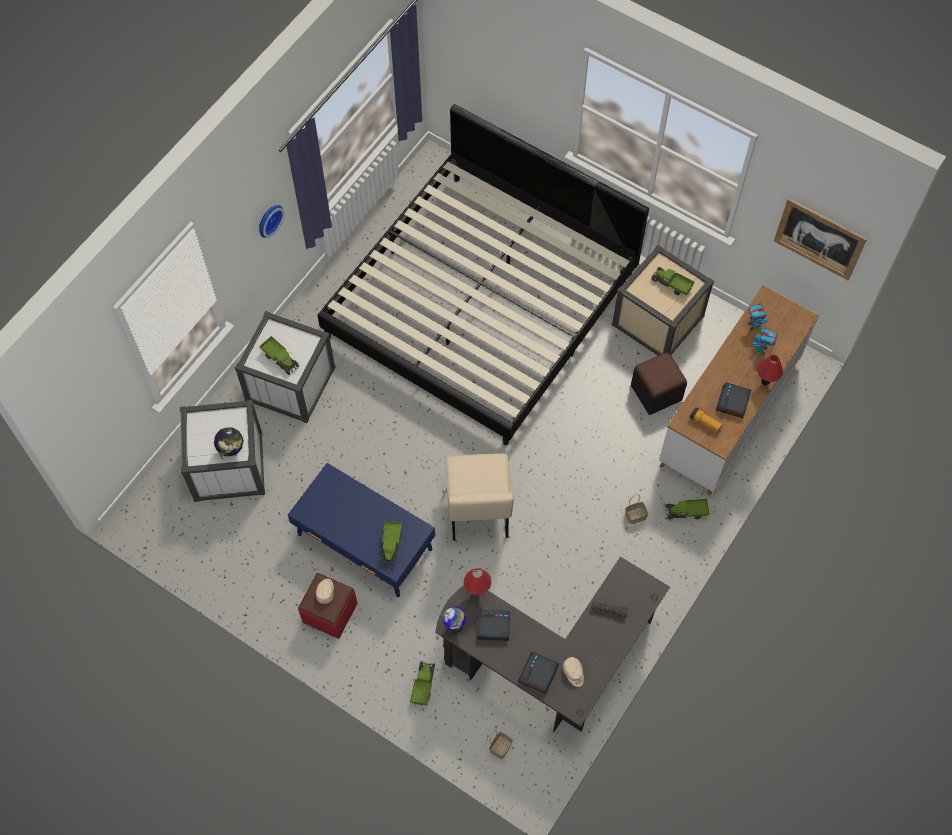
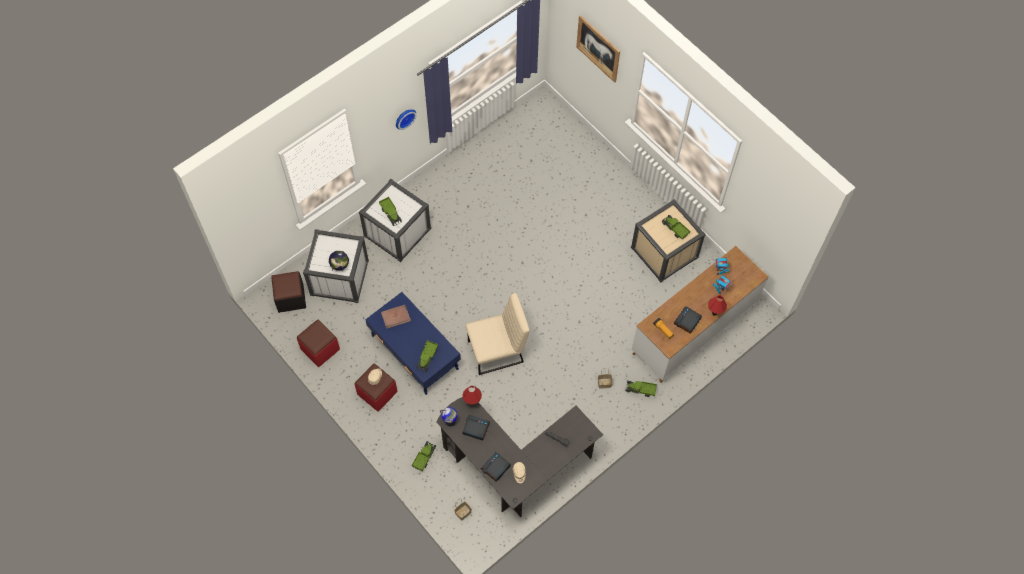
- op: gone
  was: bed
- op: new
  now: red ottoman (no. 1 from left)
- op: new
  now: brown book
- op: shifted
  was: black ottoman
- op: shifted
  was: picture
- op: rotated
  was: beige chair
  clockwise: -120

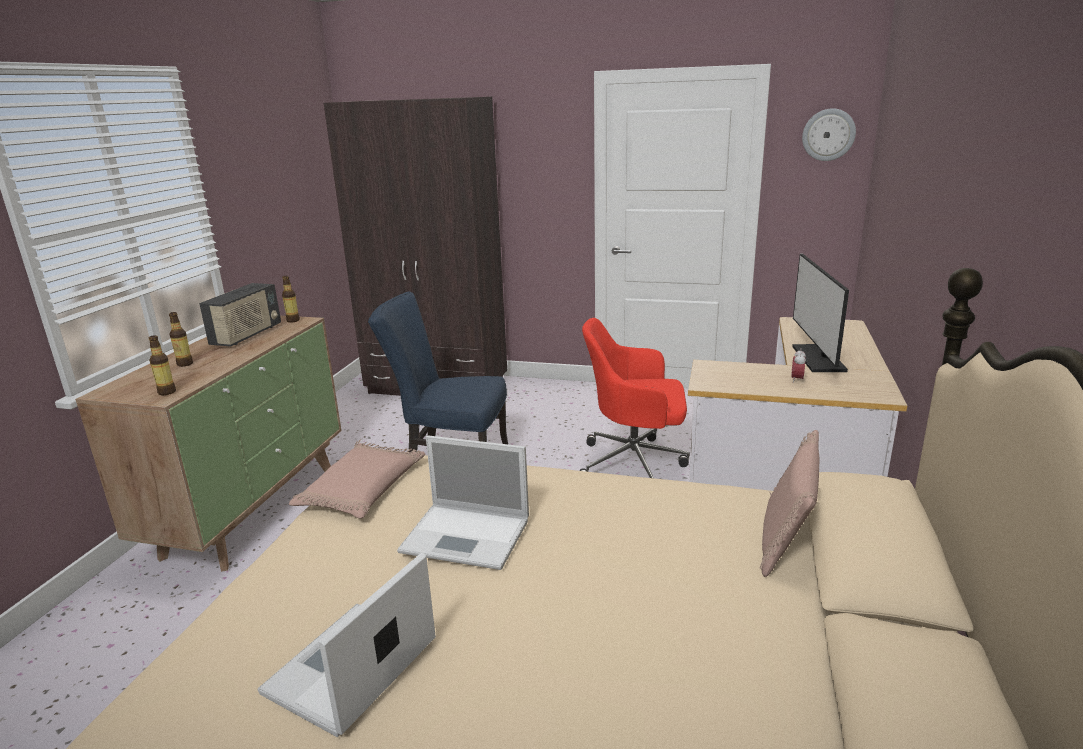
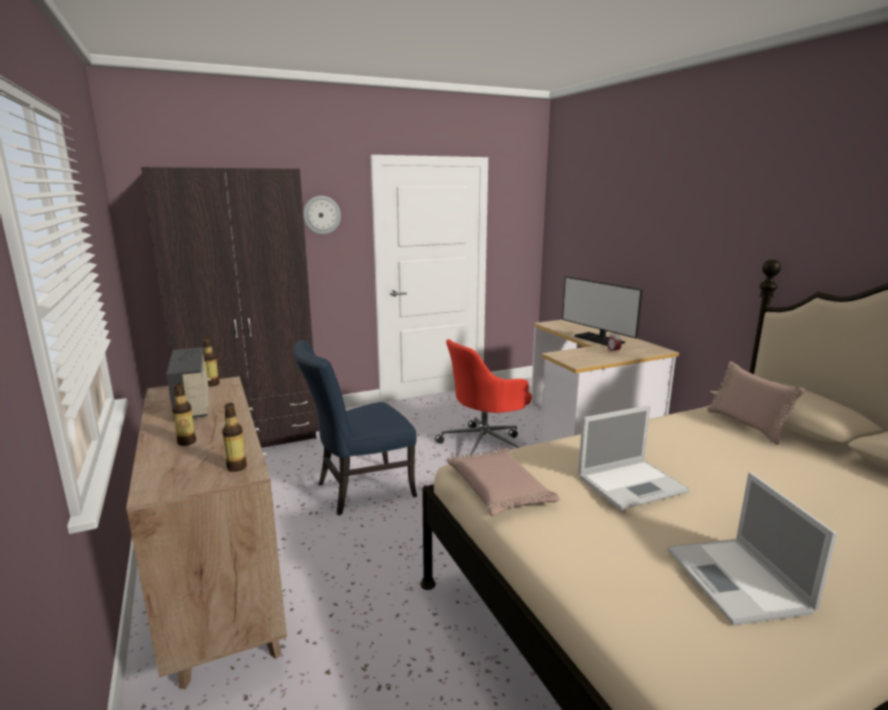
- op: shifted
  was: wall clock

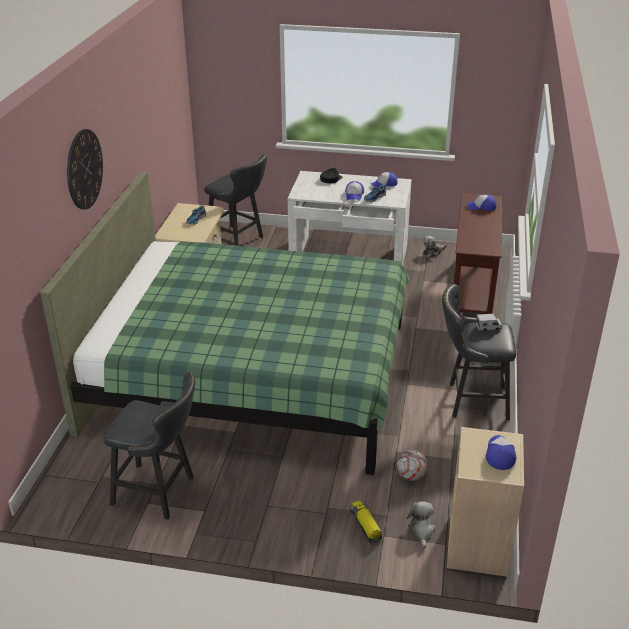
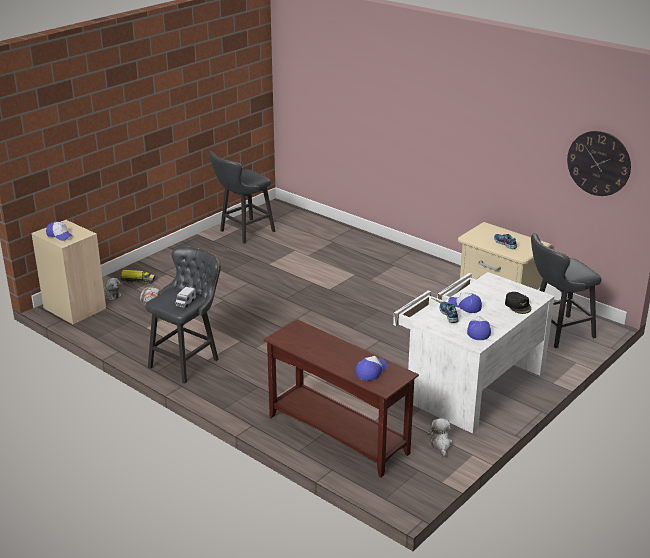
- op: gone
  was: green bed
- op: shifted
  was: wall clock

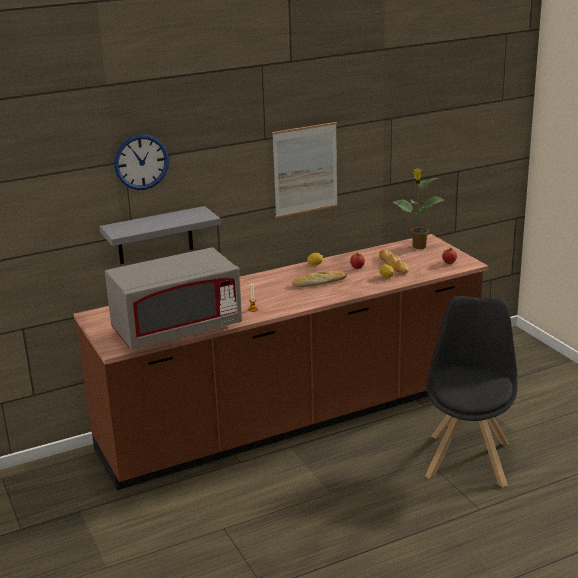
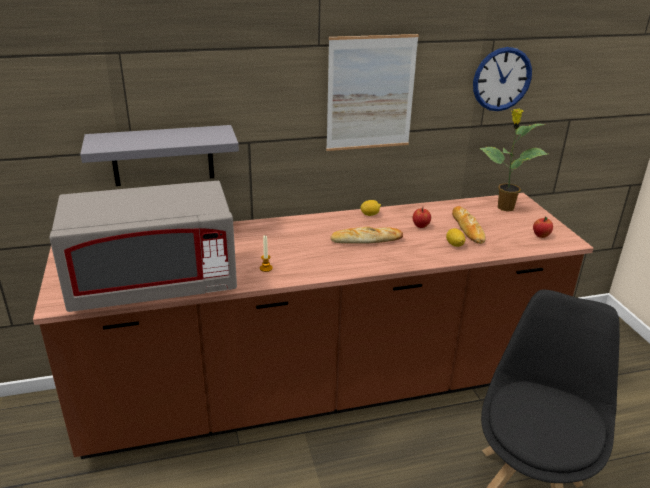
- op: shifted
  was: wall clock

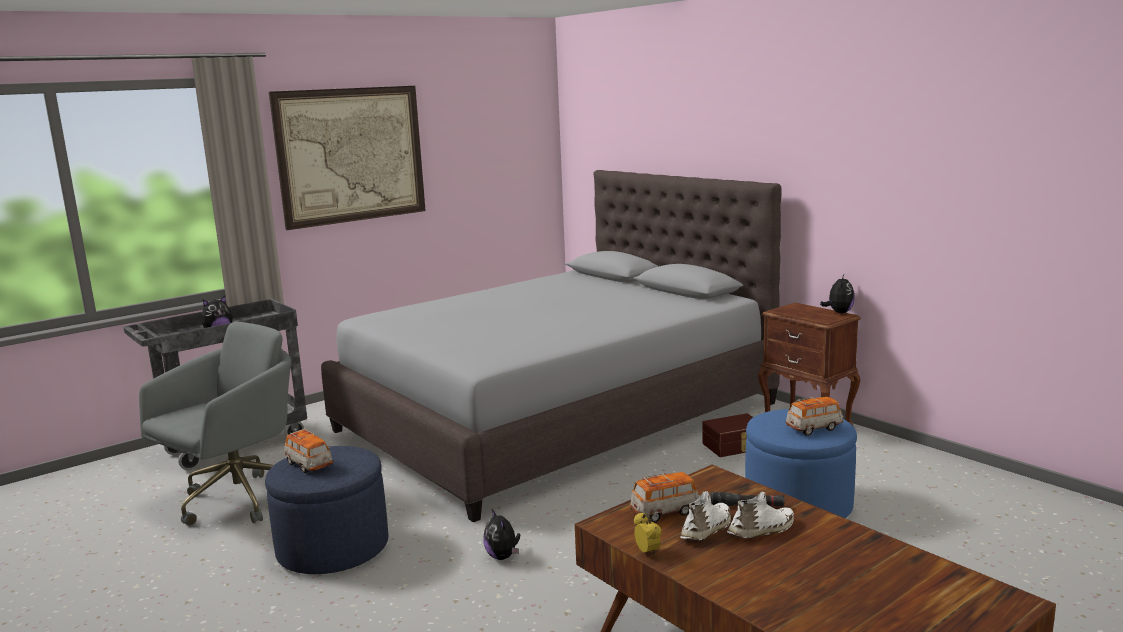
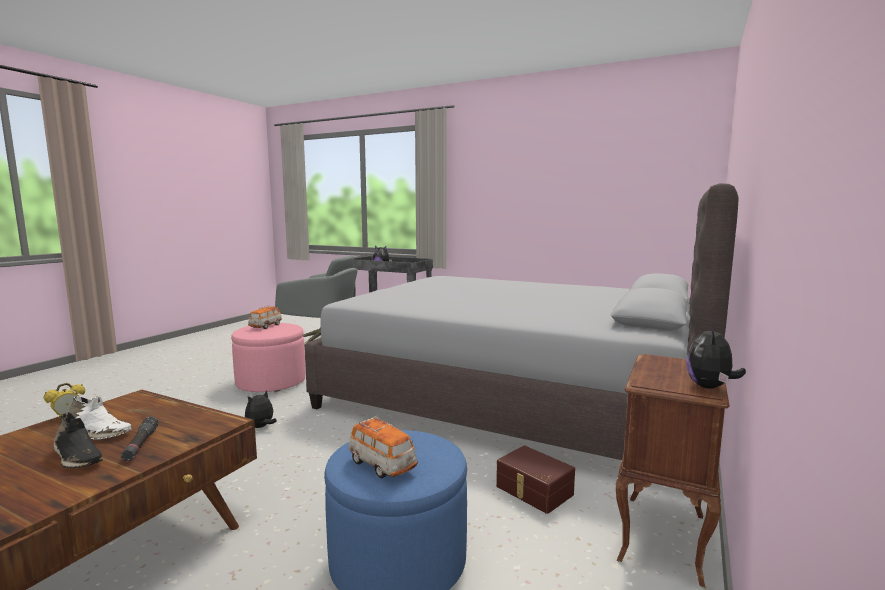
- op: gone
  was: picture
- op: gone
  was: toy car (no. 2 from left)
- op: repainted
  was: blue ottoman (no. 1 from left)
  now: pink ottoman
- op: repainted
  was: white shoe (no. 2 from left)
  now: black shoe
- op: rotated
  was: plush toy (no. 3 from left)
  clockwise: 120

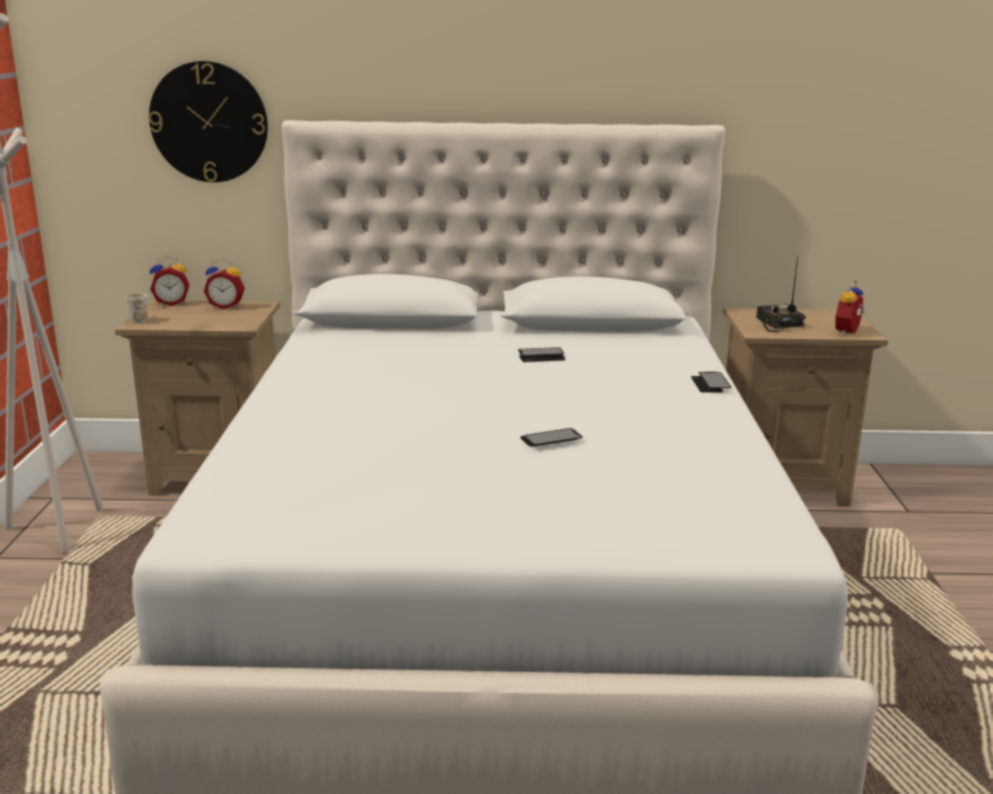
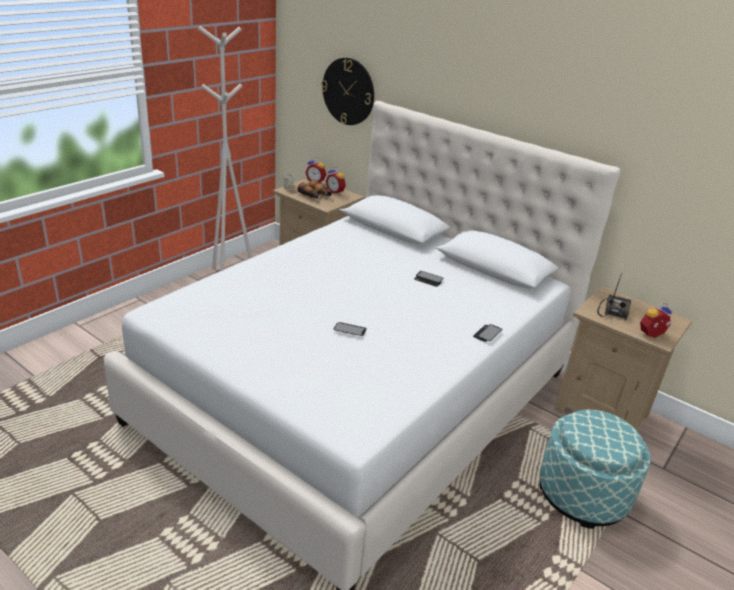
- op: new
  now: binoculars
- op: new
  now: ottoman

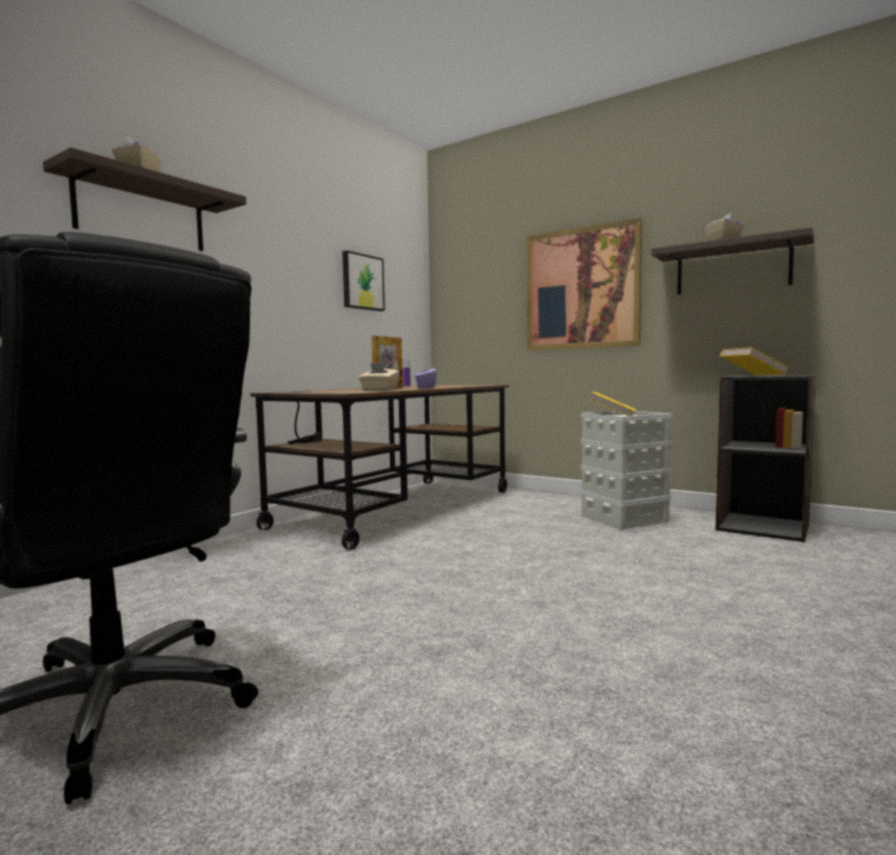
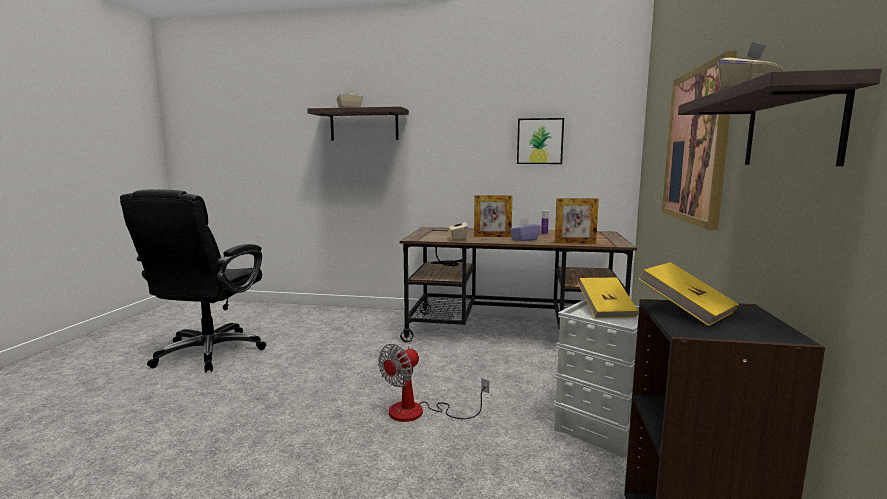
- op: new
  now: fan
- op: new
  now: picture frame (no. 2 from left)

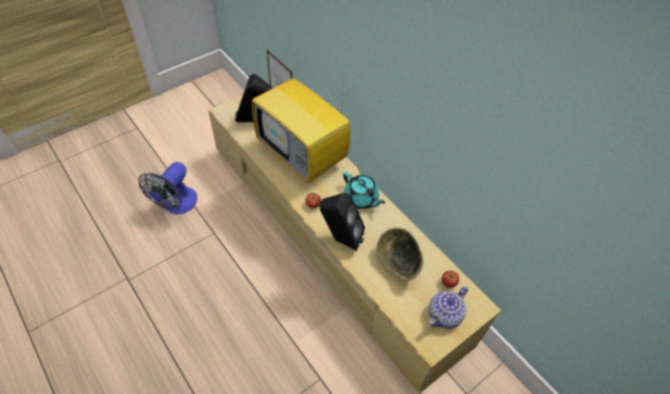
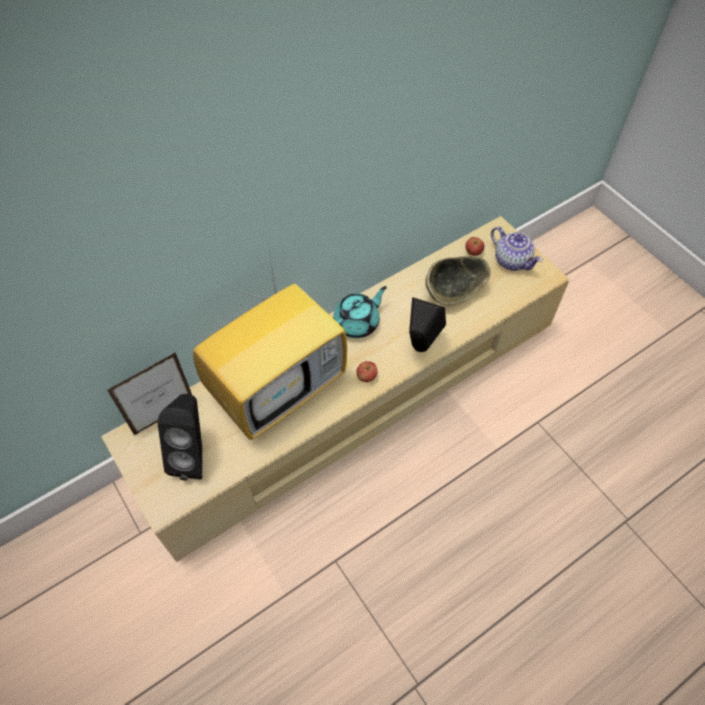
- op: gone
  was: fan

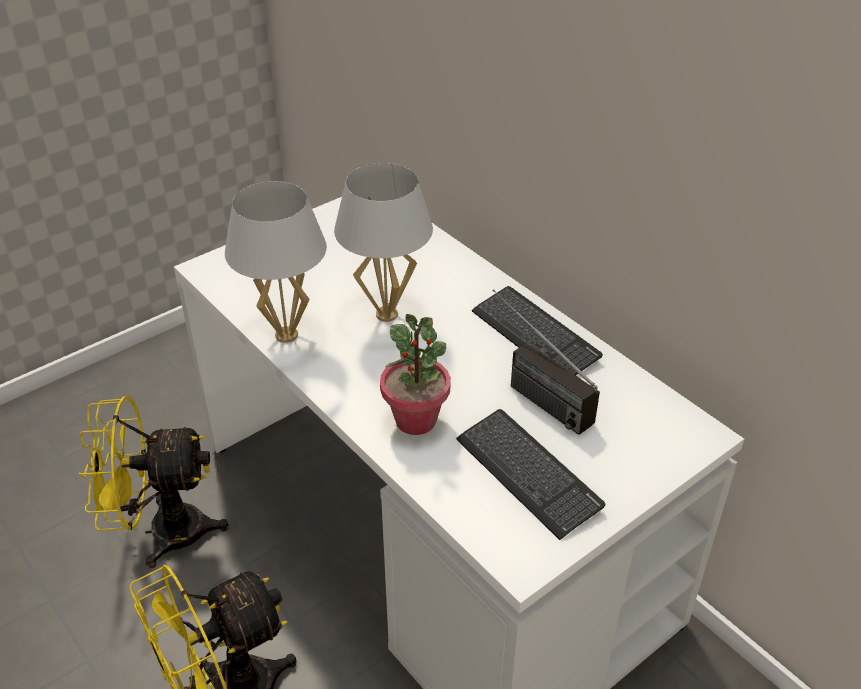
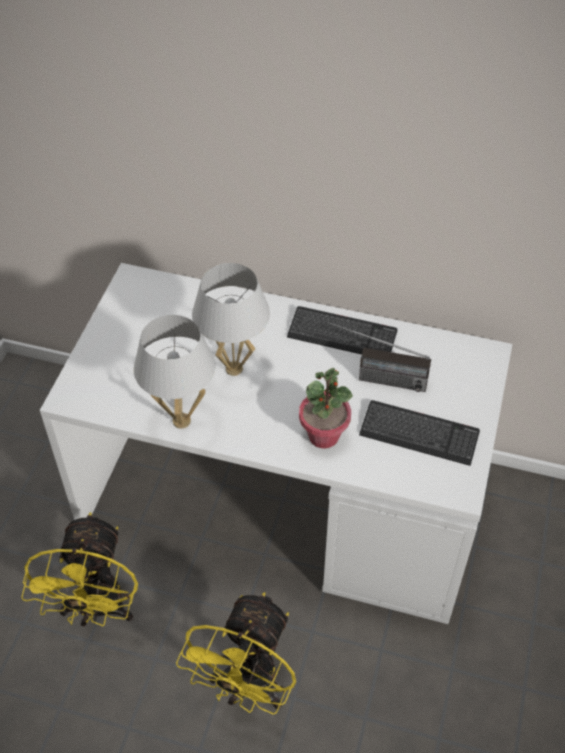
- op: rotated
  was: yellow fan (no. 1 from left)
  clockwise: -45

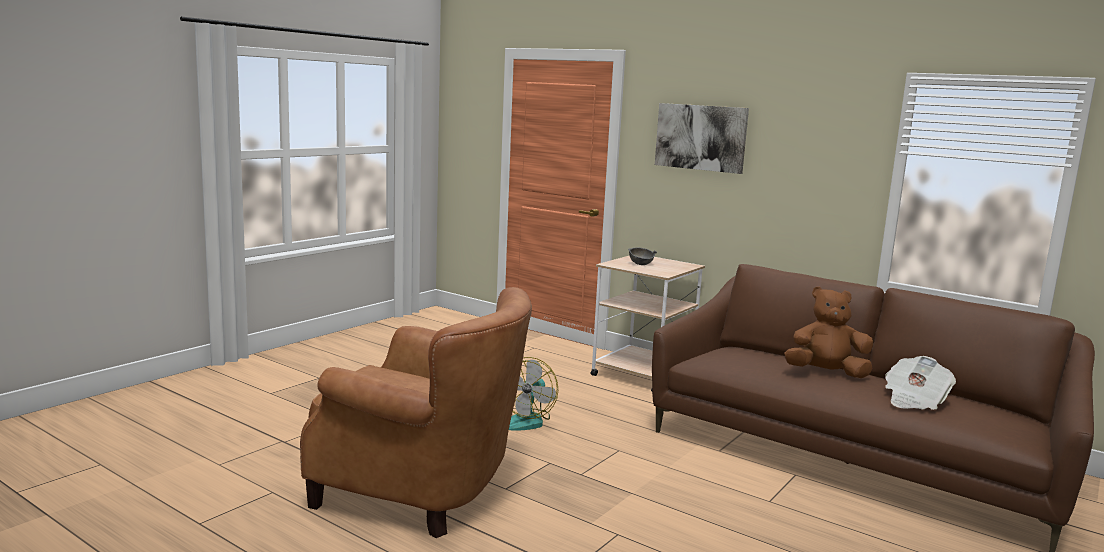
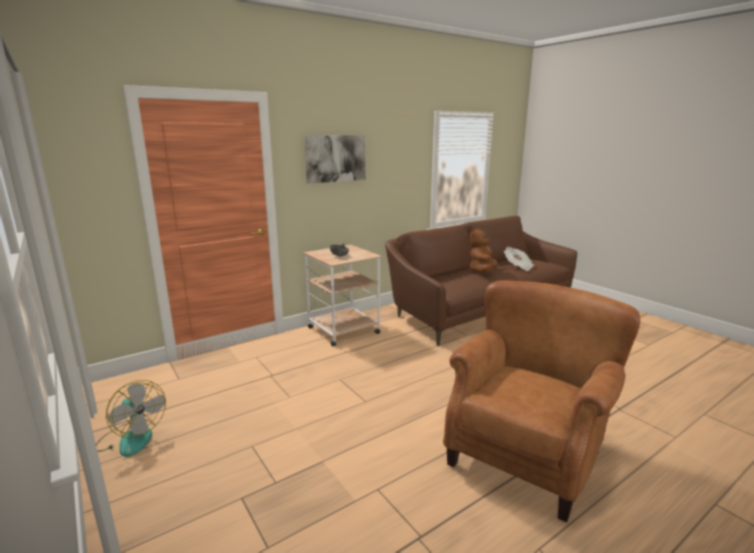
- op: shifted
  was: fan

